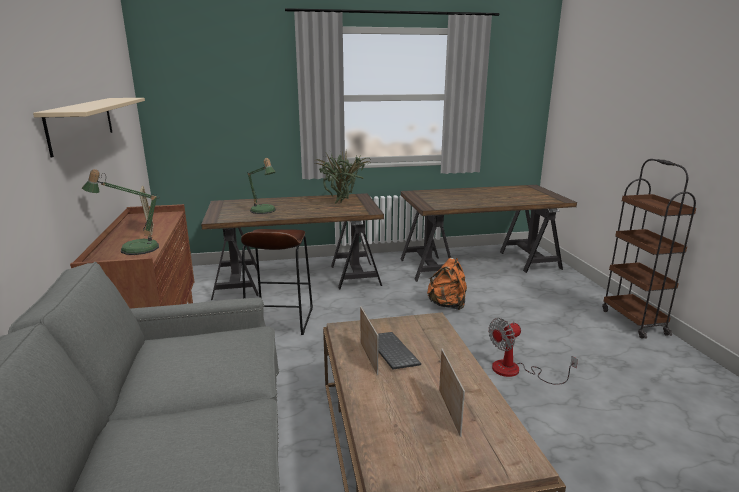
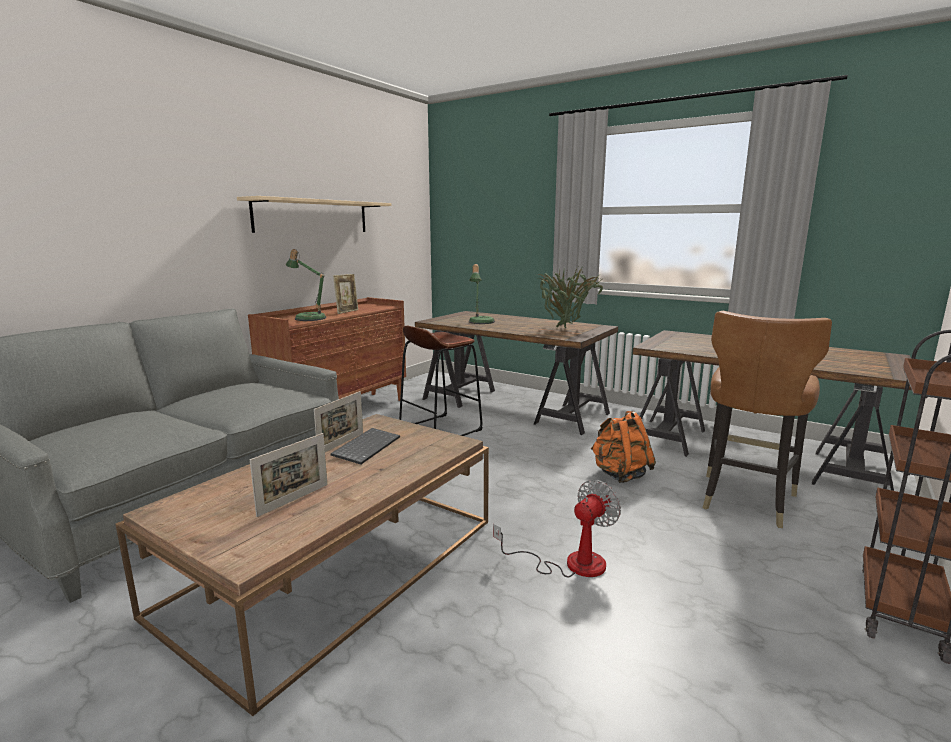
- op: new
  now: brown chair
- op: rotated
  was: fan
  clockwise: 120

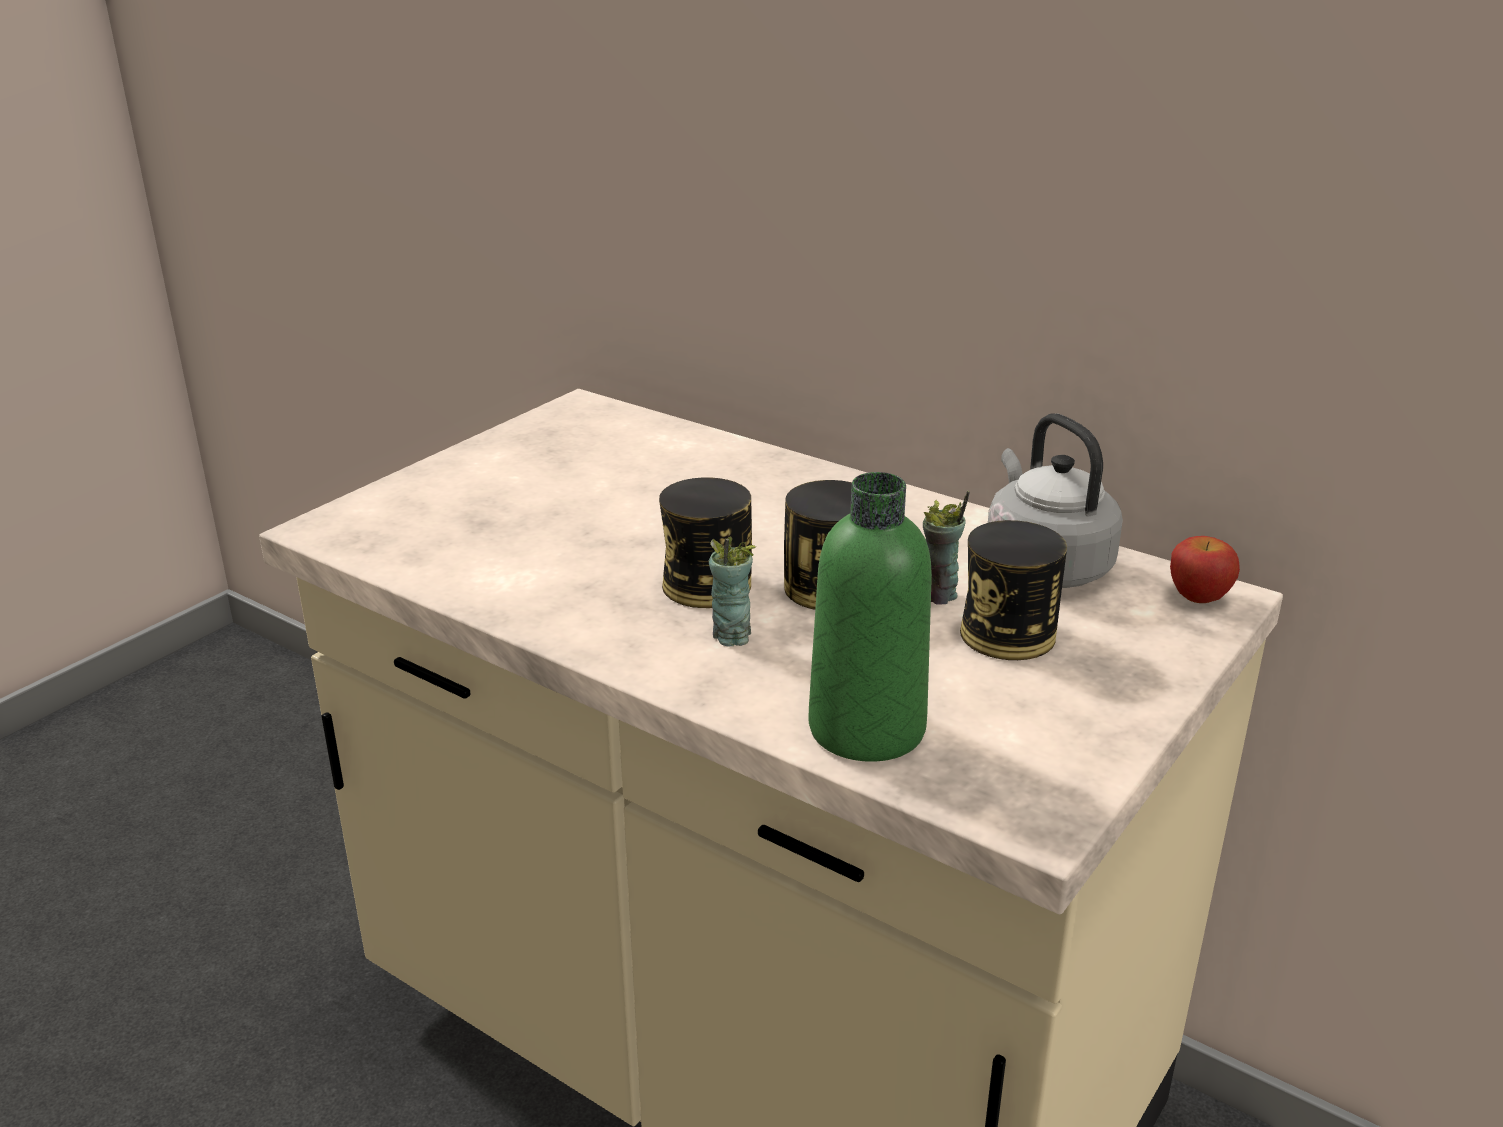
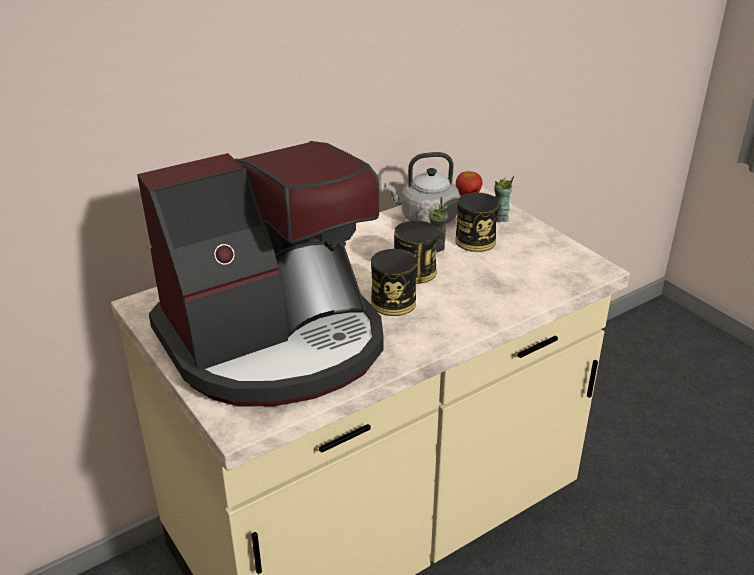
- op: gone
  was: green bottle
- op: new
  now: coffee machine
- op: shifted
  was: cup (no. 1 from left in the first image)
  now: cup (no. 2 from left)

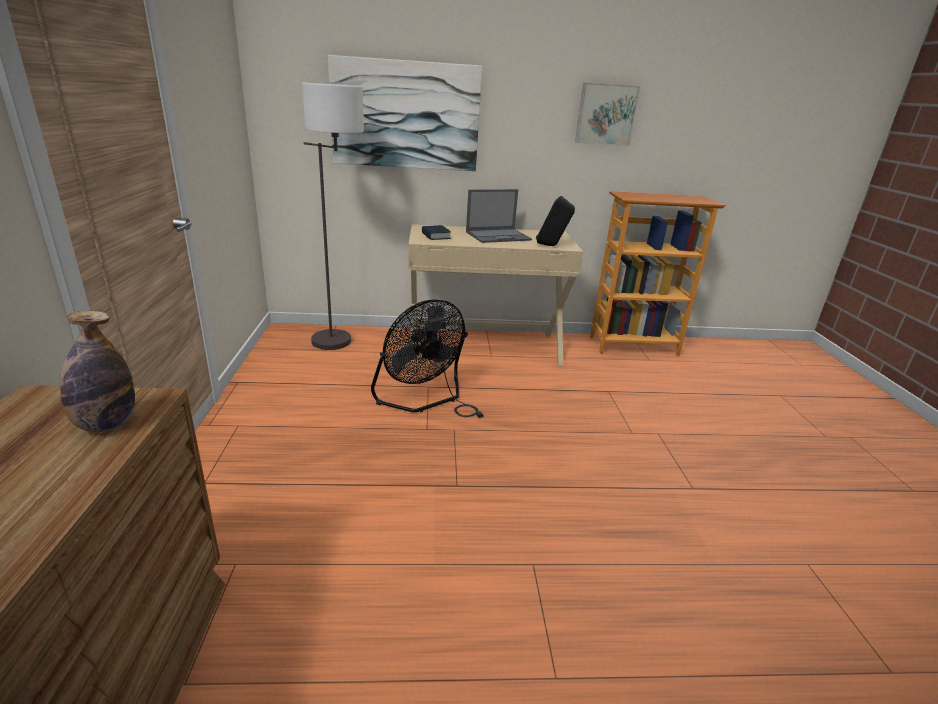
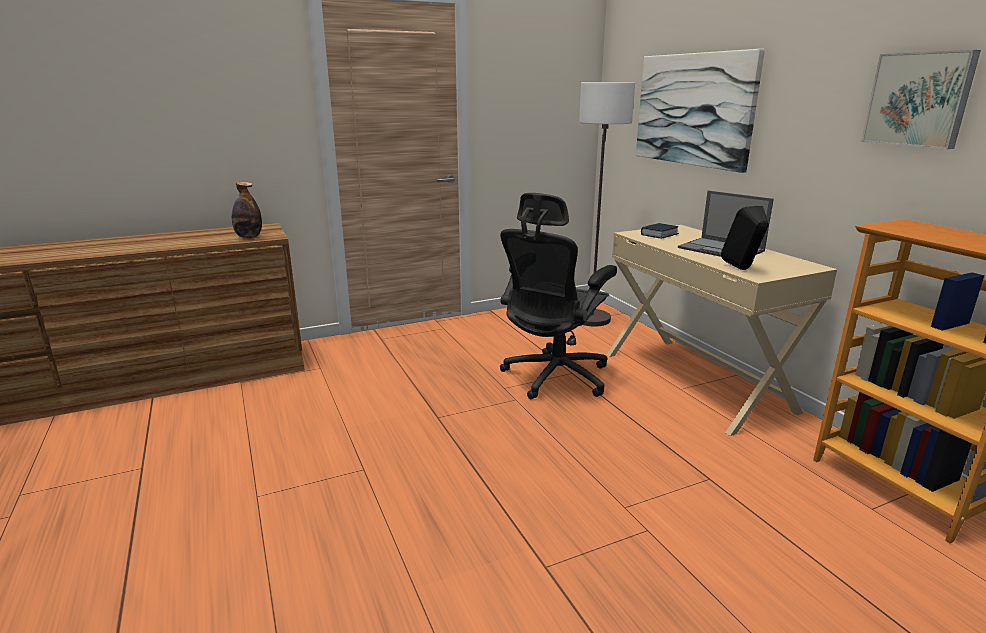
- op: swapped
  was: black fan
  now: office chair

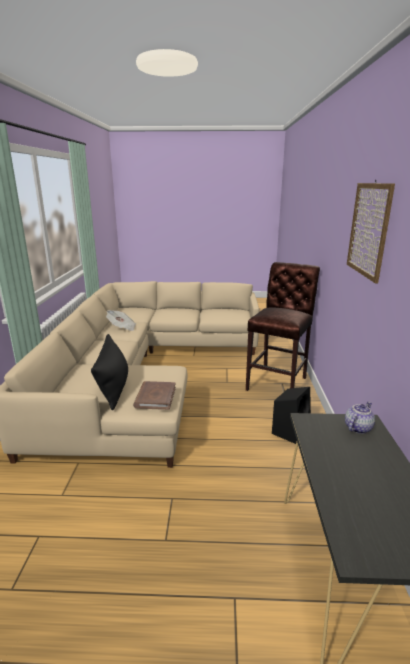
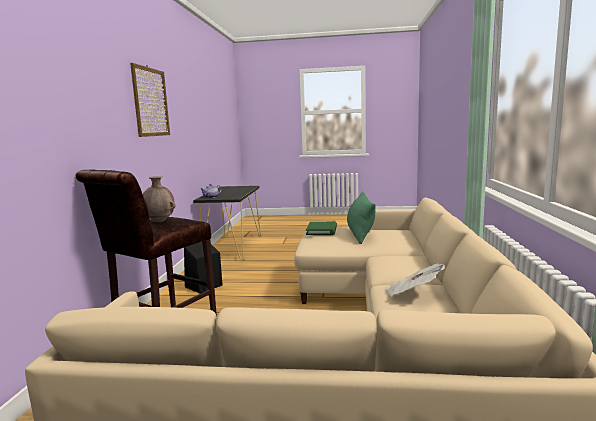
- op: new
  now: brown vase
- op: repainted
  was: black pillow
  now: green pillow
- op: repainted
  was: brown book
  now: green book

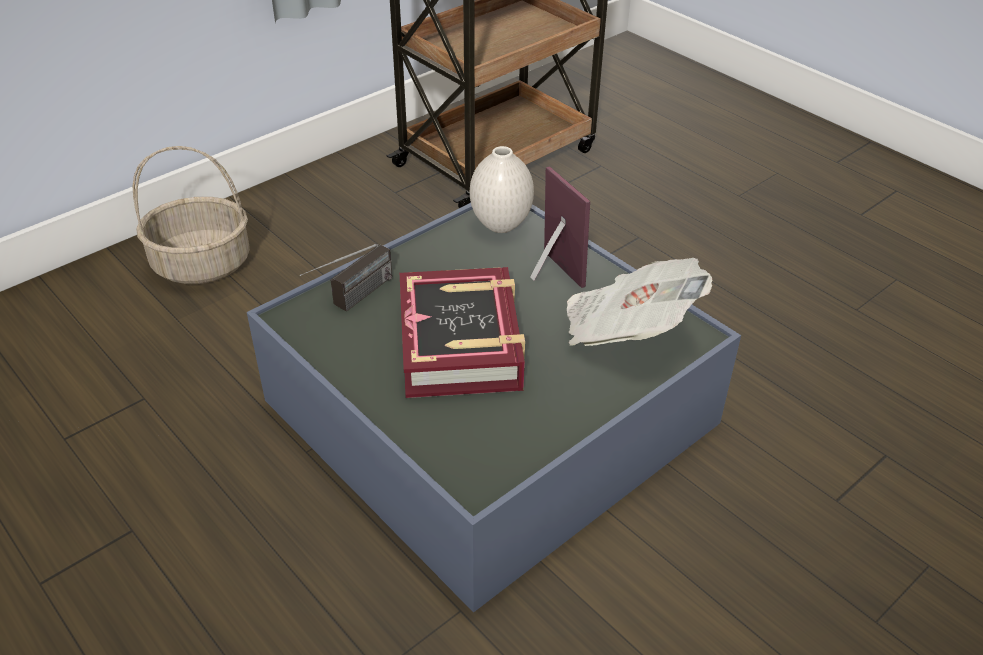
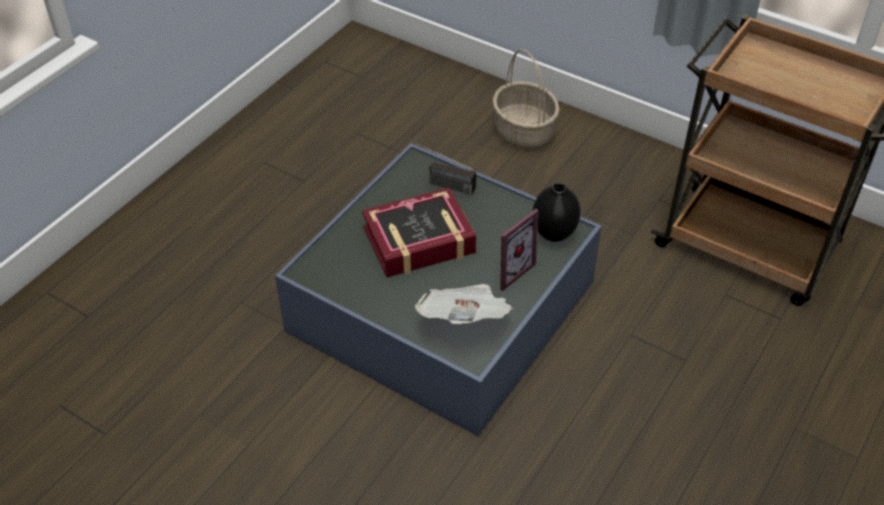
- op: repainted
  was: white vase
  now: black vase

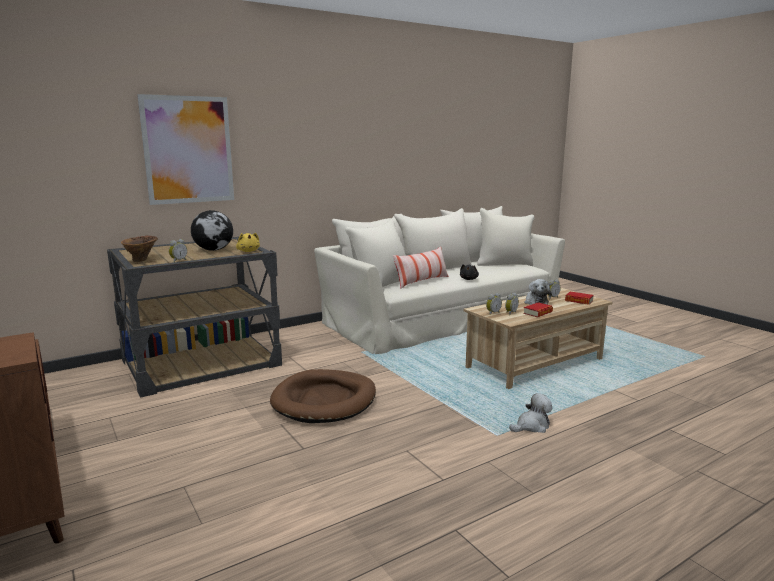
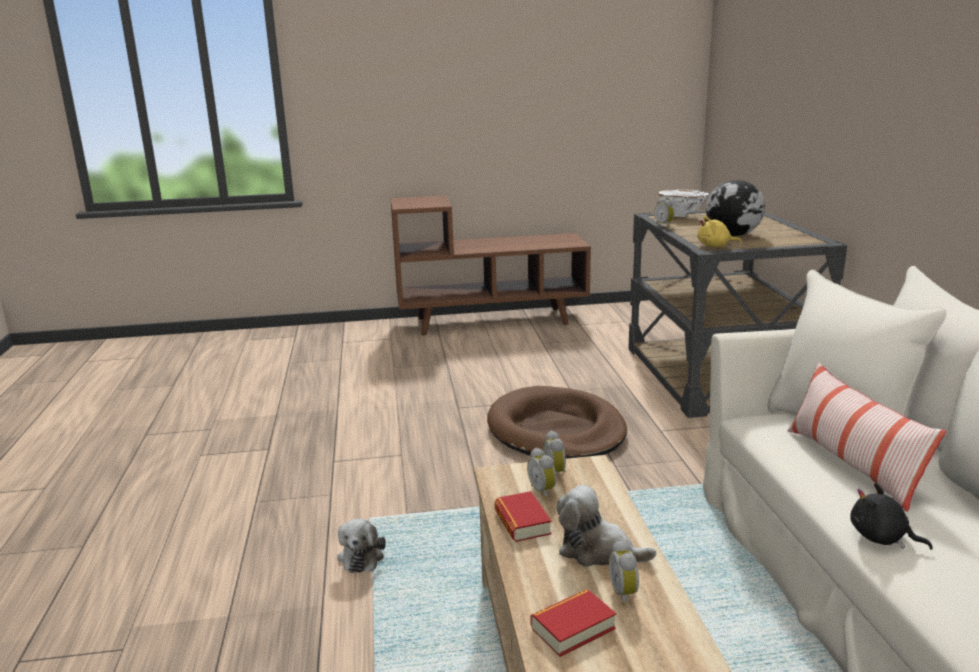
- op: gone
  was: picture
- op: repainted
  was: brown vase
  now: white vase

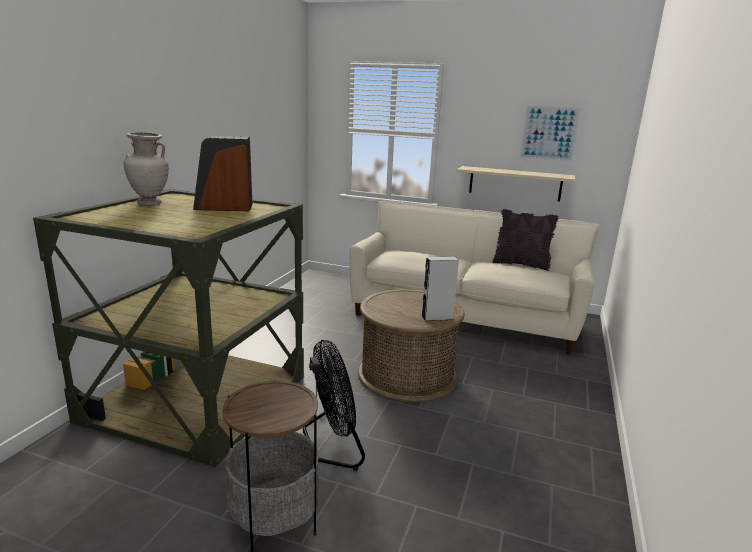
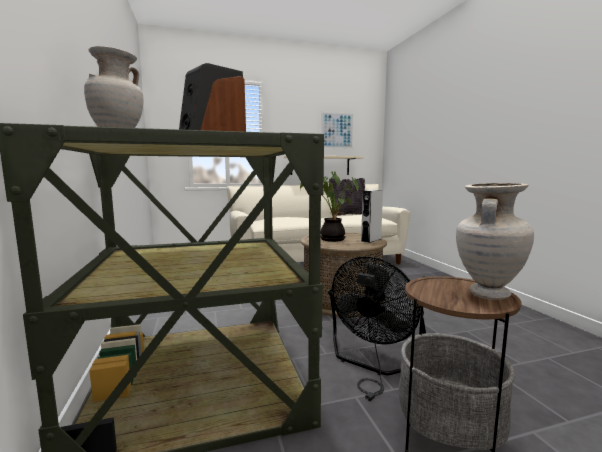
- op: new
  now: potted plant
- op: new
  now: beige vase (no. 2 from left)

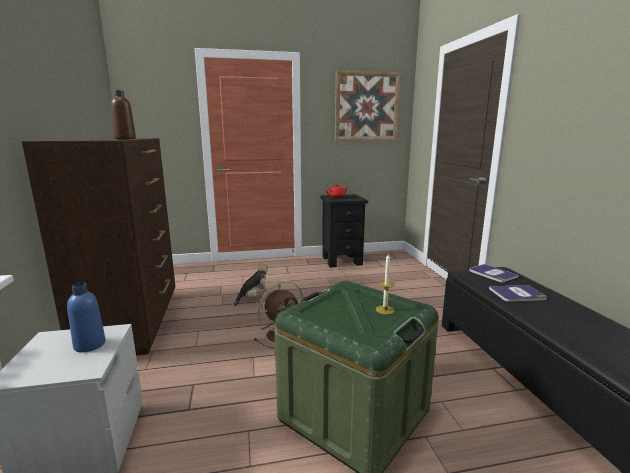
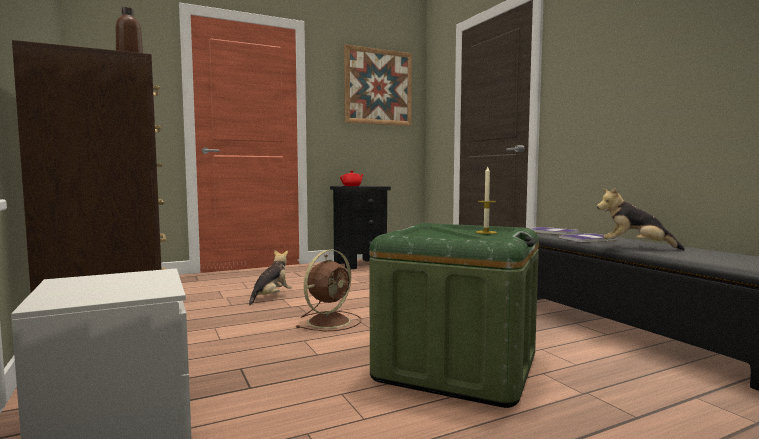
- op: gone
  was: blue bottle
- op: new
  now: plush toy (no. 2 from left)

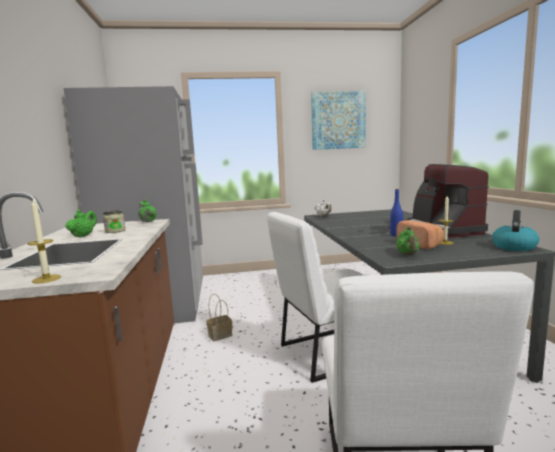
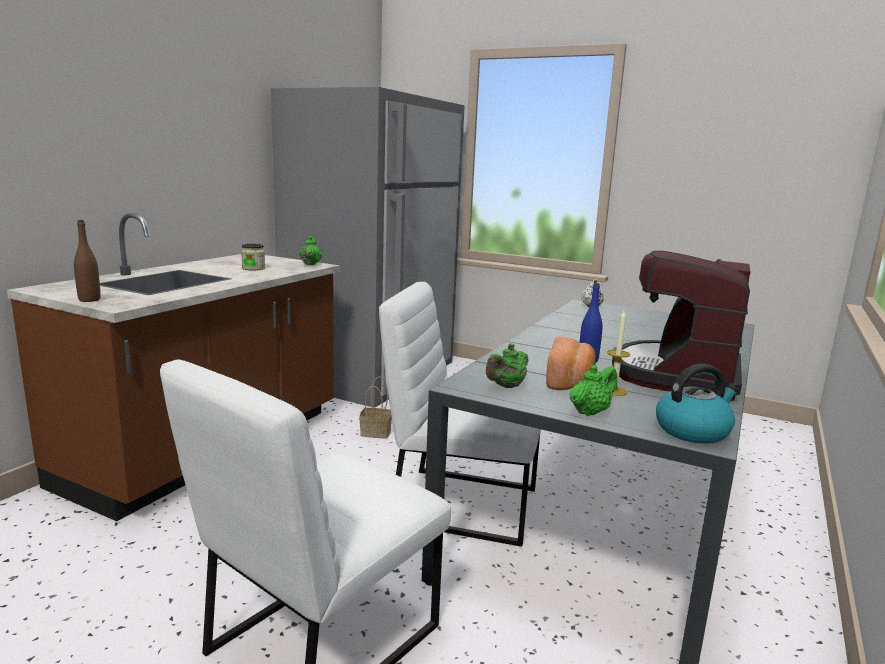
- op: gone
  was: picture
- op: shifted
  was: green teapot (no. 1 from left in the first image)
  now: green teapot (no. 3 from left)
- op: swapped
  was: candle (no. 1 from left)
  now: brown bottle

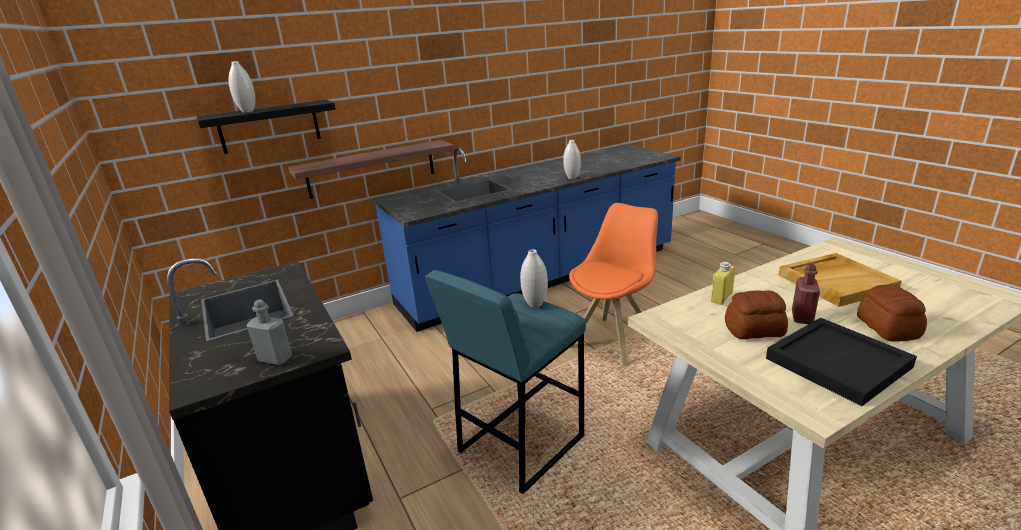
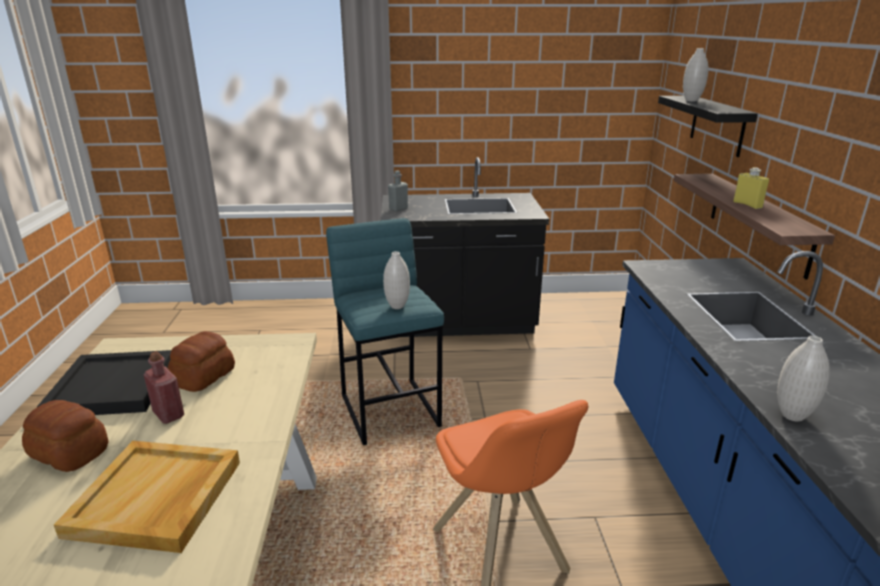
- op: shifted
  was: yellow bottle

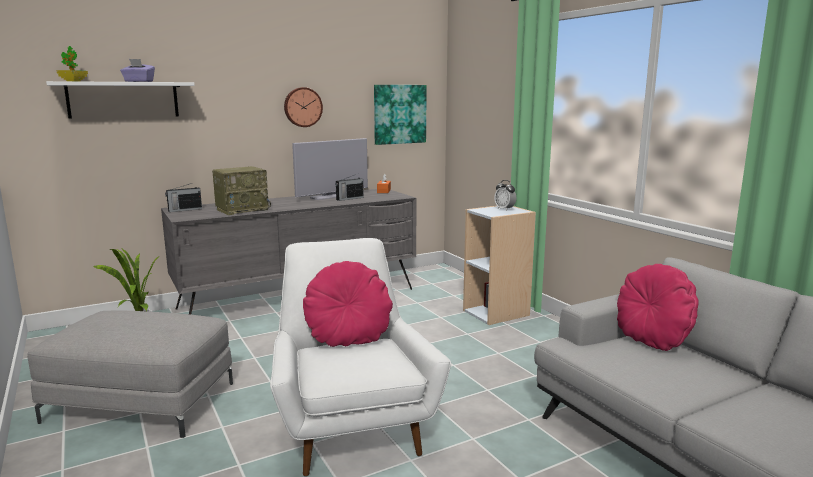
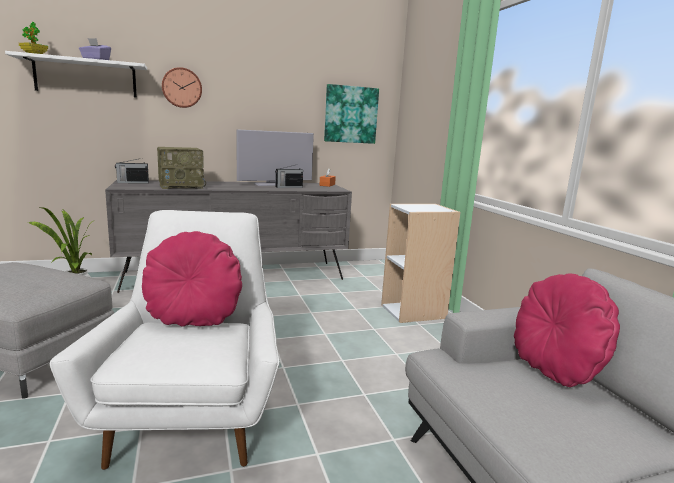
- op: gone
  was: alarm clock
- op: shifted
  was: wall clock

